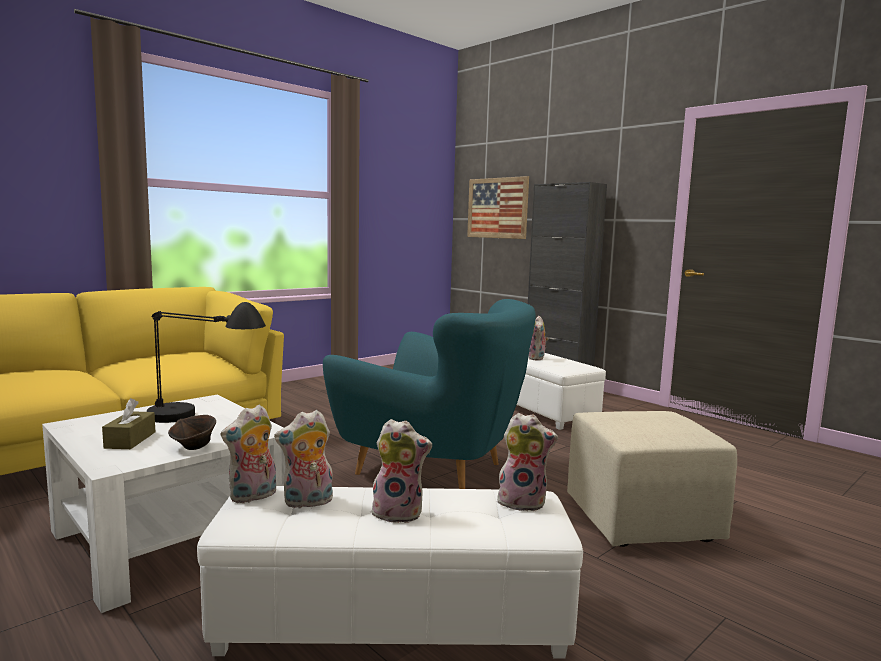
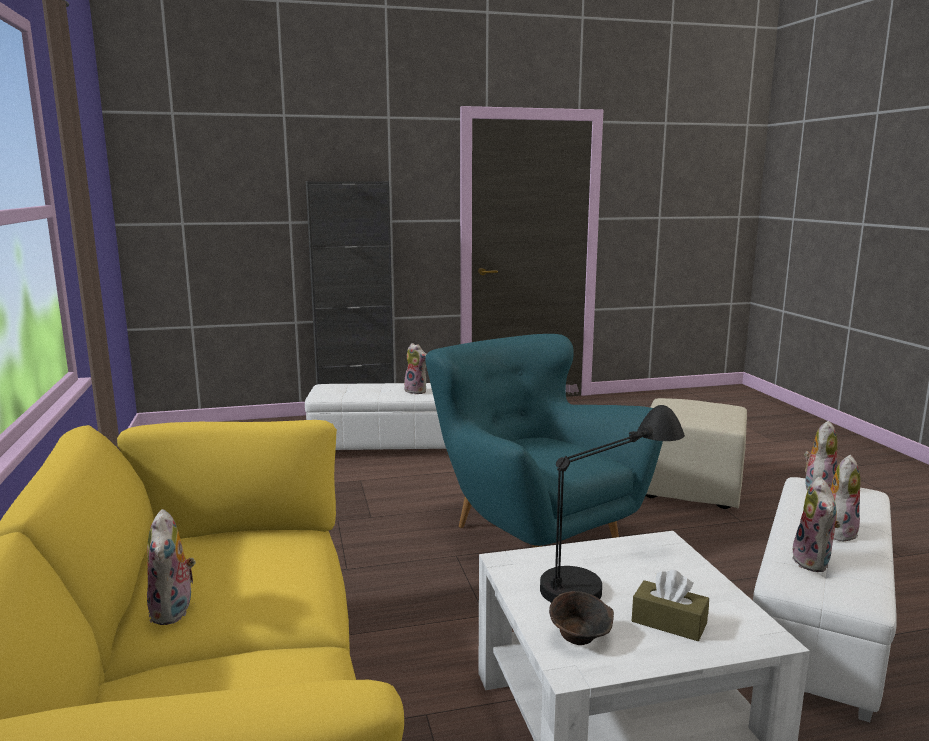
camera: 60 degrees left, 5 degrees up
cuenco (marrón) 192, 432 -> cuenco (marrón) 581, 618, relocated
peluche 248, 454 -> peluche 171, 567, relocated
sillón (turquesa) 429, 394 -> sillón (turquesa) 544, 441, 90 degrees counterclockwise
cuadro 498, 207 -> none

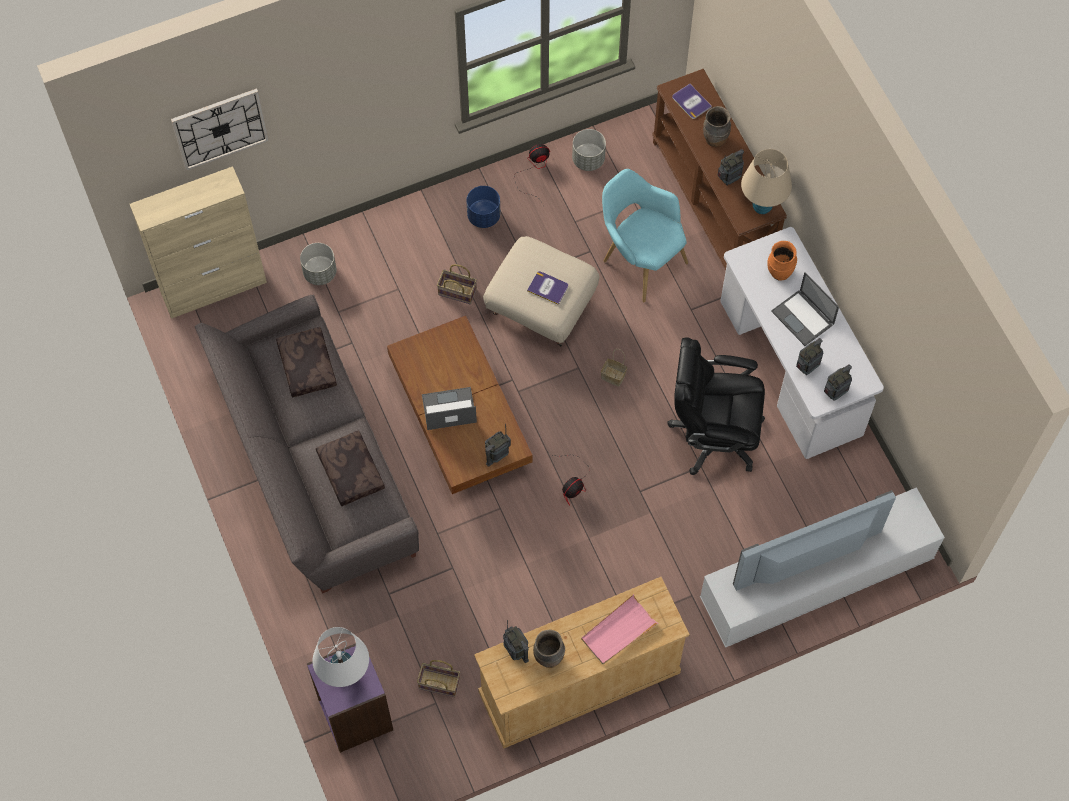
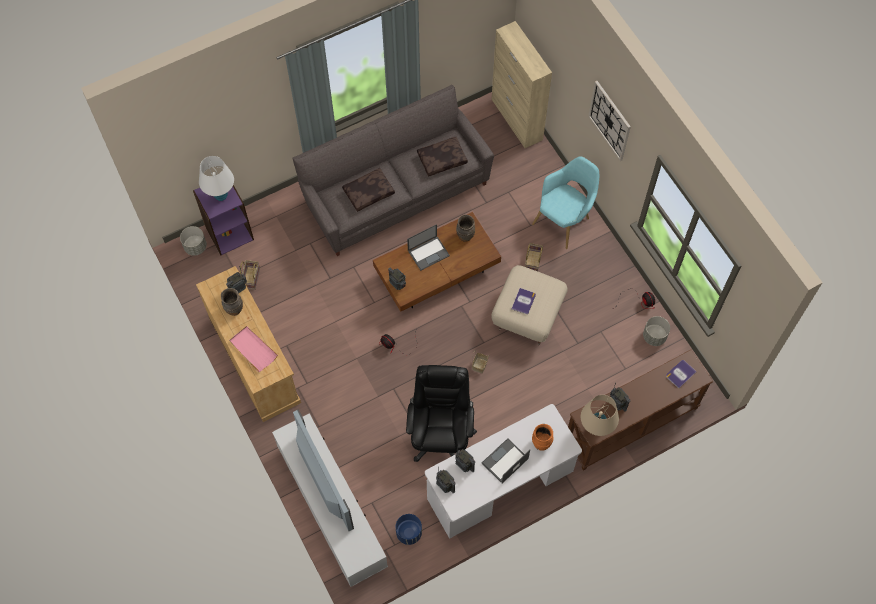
camera: 85 degrees right, 0 degrees up
reloj de pared 220, 129 -> reloj de pared 609, 121, relocated
maceta (gris) 318, 264 -> maceta (gris) 193, 241, relocated
portátil 449, 408 -> portátil 428, 247, 75 degrees clockwise
maceta (azul) 483, 207 -> maceta (azul) 409, 529, relocated
sillón (turquesa) 645, 235 -> sillón (turquesa) 565, 202, relocated
florero (marrón) 717, 126 -> florero (marrón) 465, 228, relocated

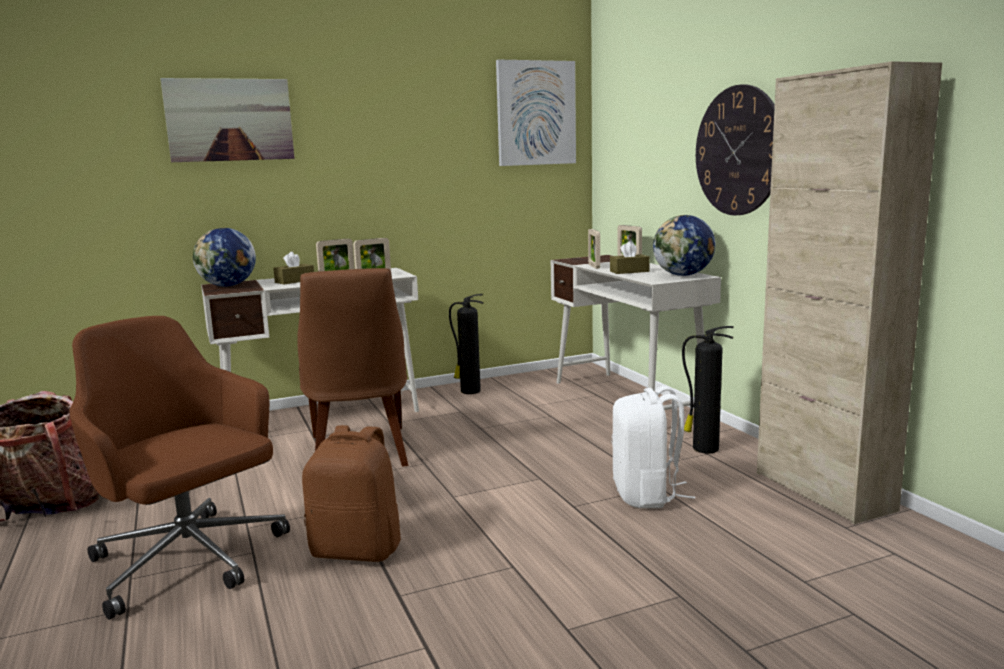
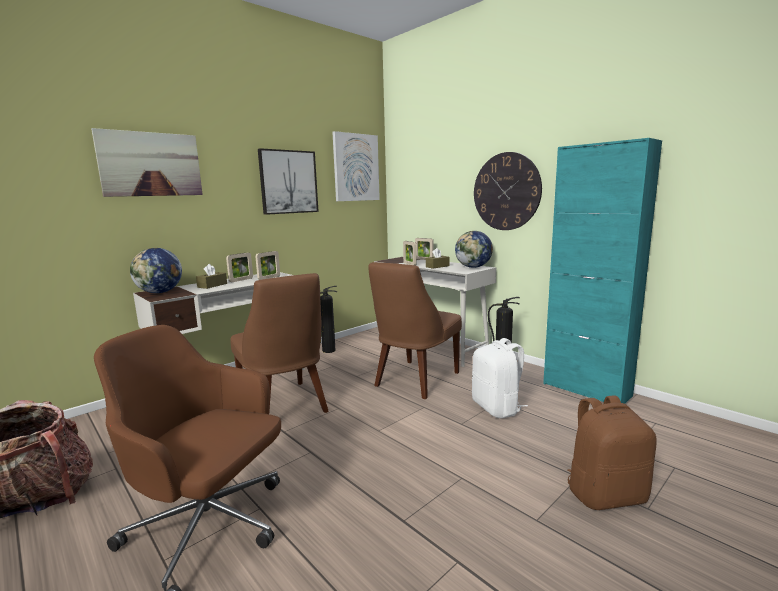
camera: 20 degrees left, 0 degrees up
mochila (marrón) 351, 493 -> mochila (marrón) 612, 453, relocated
armario (beis) 849, 292 -> armario (turquesa) 602, 271
none -> cuadro 288, 181
none -> silla (marrón) 415, 330

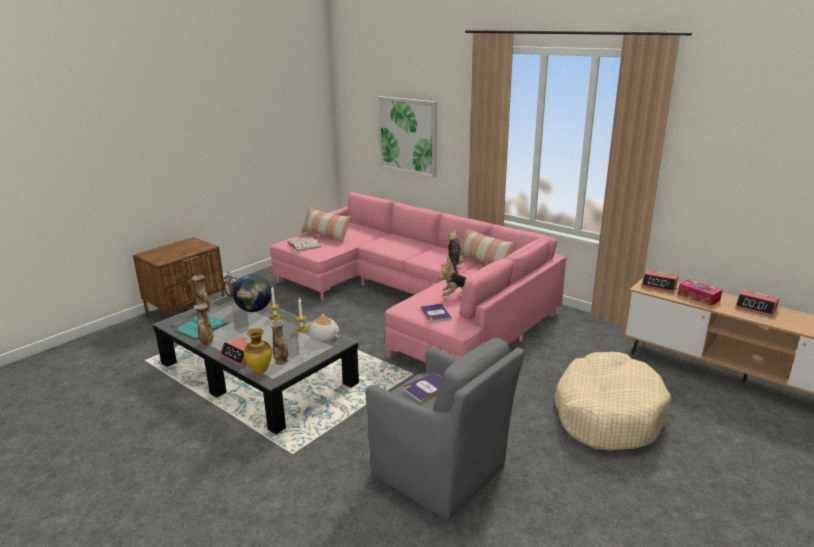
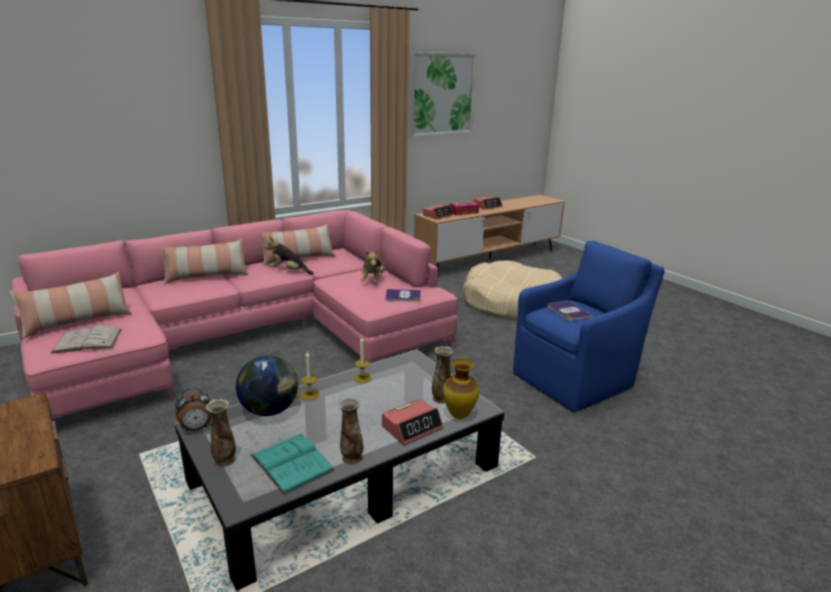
camera: 75 degrees left, 0 degrees up
peluche 322, 327 -> none
sillón (gris) 445, 429 -> sillón (azul) 589, 326
cuadro 407, 137 -> cuadro 443, 94, relocated
none -> cojín 204, 261

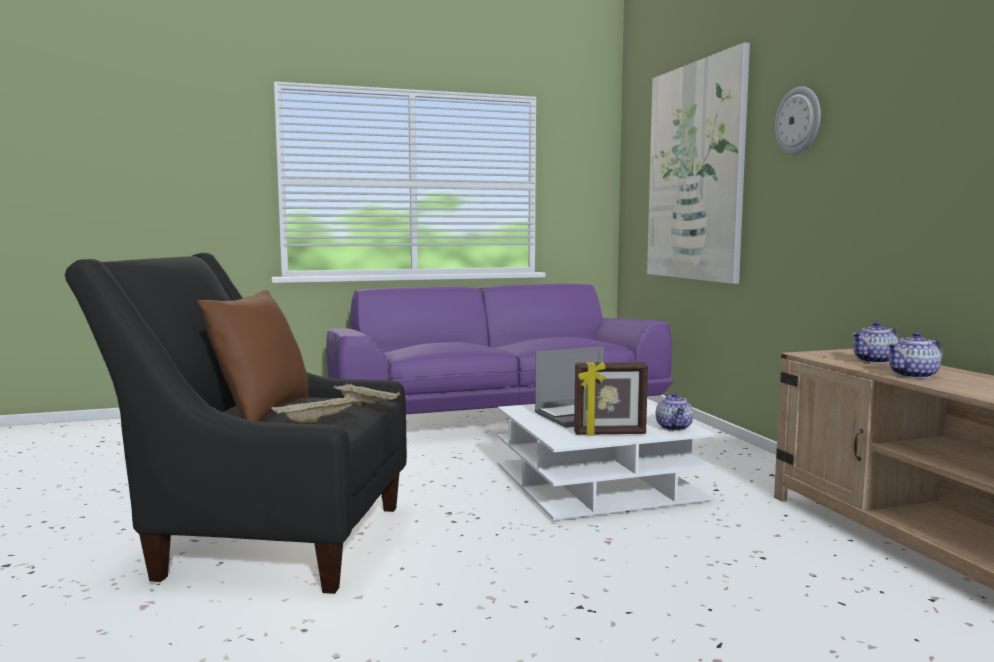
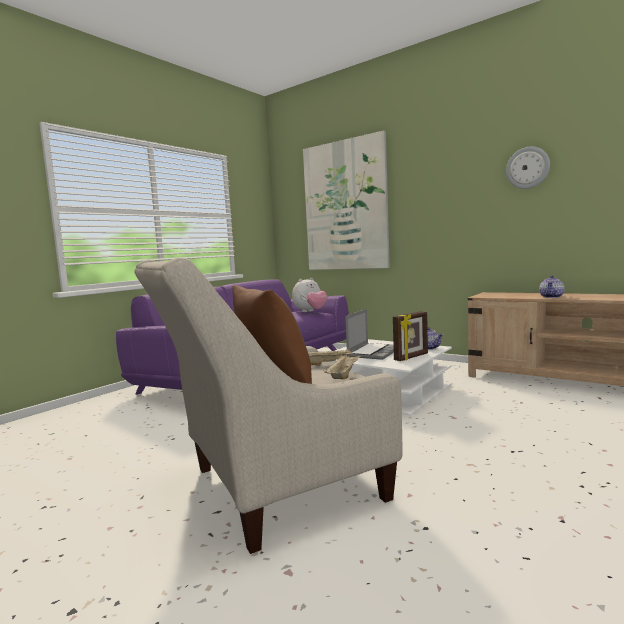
camera: 35 degrees left, 0 degrees up
sillón (negro) 235, 423 -> sillón (beis) 268, 406
reloj de pared 798, 120 -> reloj de pared 528, 168, relocated
tetera 875, 343 -> none
none -> peluche 310, 295

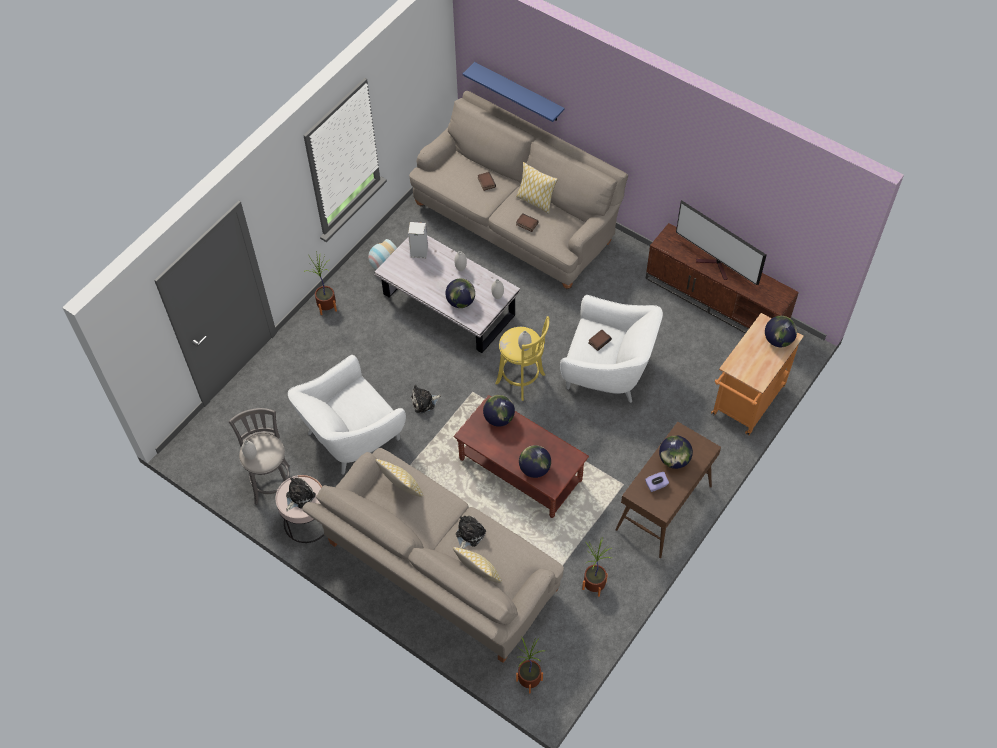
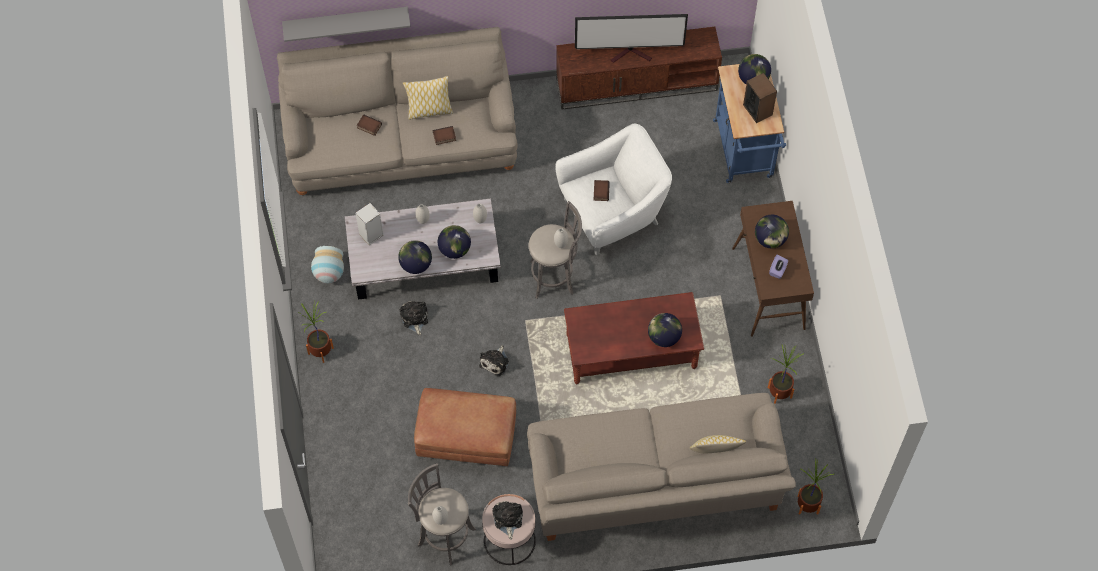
camera: 45 degrees left, 5 degrees up
sillón (blanco) 347, 415 -> puf (marrón) 465, 427
cojín 399, 478 -> none
peluche 471, 532 -> peluche 413, 318, relocated
estante (azul) 514, 92 -> estante (gris) 346, 24
globo terráqueo 499, 411 -> globo terráqueo 415, 257, relocated
taburete (amarillo) 522, 358 -> taburete (gris) 555, 250
carrito (naranja) 757, 374 -> carrito (azul) 749, 123
none -> altavoz 760, 98

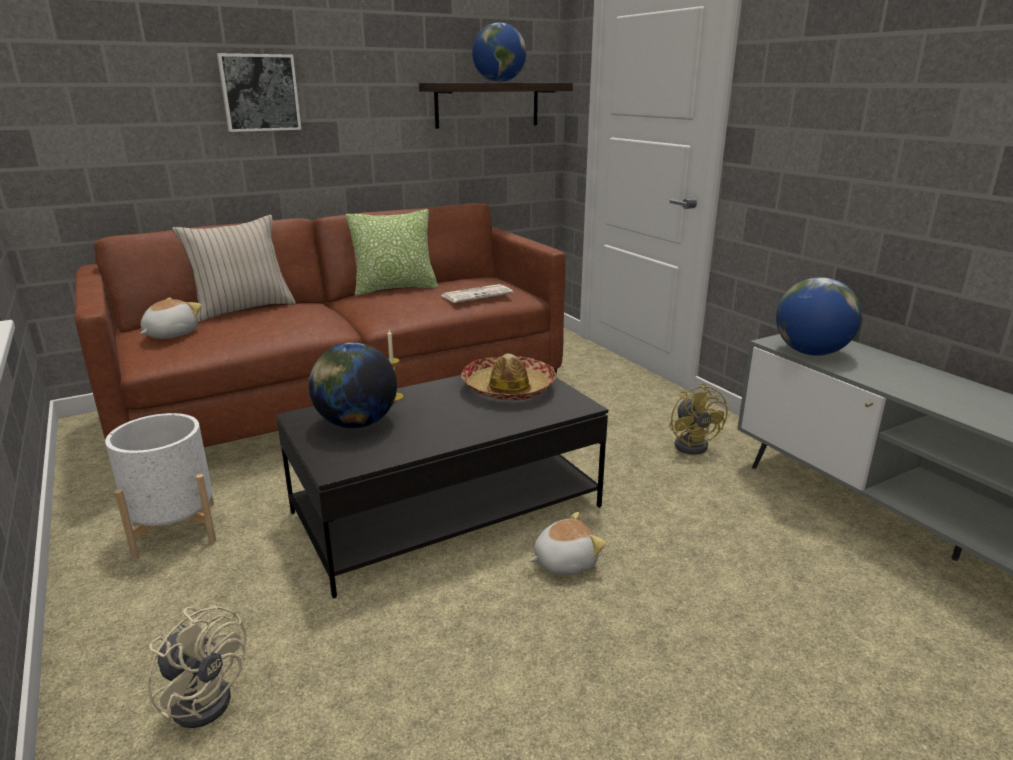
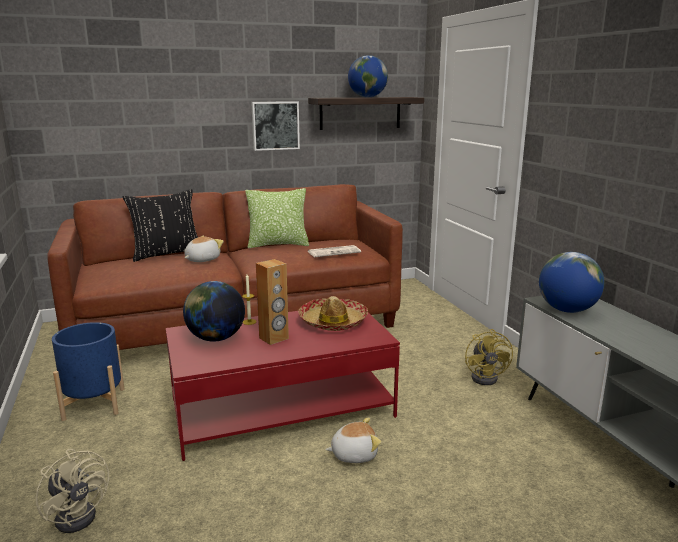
camera: 10 degrees right, 5 degrees down
maceta (blanco) 160, 486 -> maceta (azul) 88, 371
peluche 170, 318 -> peluche 204, 249, relocated
cojín (beis) 234, 268 -> cojín (negro) 160, 225
cuadro 259, 92 -> cuadro 275, 126, relocated
mesa de centro (negro) 442, 486 -> mesa de centro (rojo) 283, 386
none -> altavoz (marrón) 272, 302

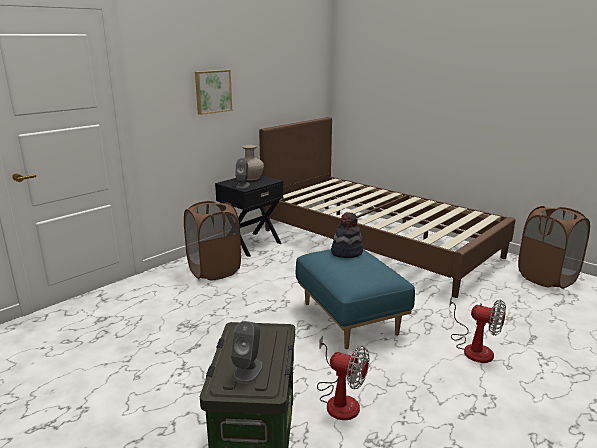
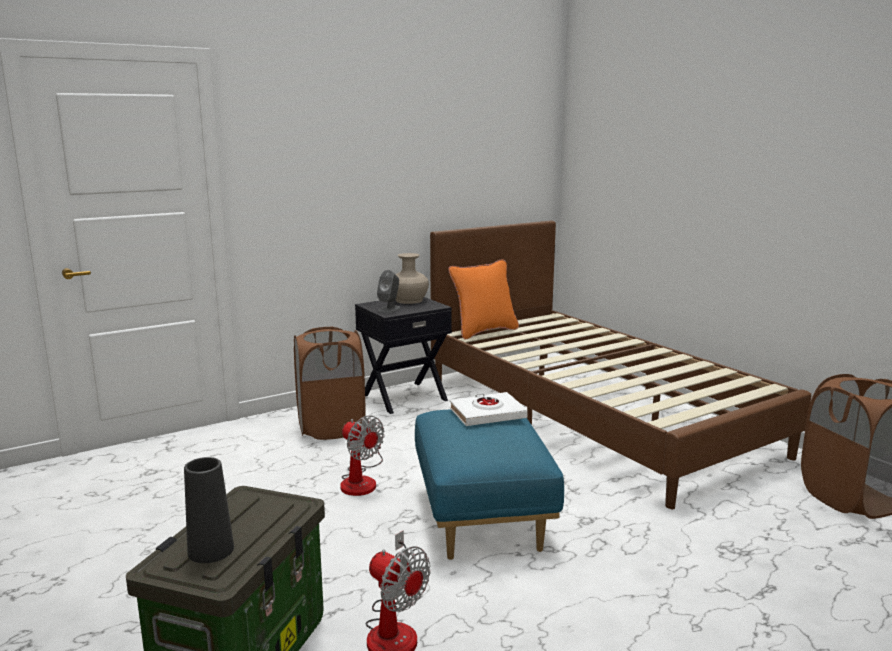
camera: 15 degrees right, 5 degrees down
cuadro 213, 92 -> none
altavoz (gris) 247, 352 -> florero (negro) 209, 510
sombrero 347, 235 -> libro (blanco) 489, 409
ventilador 477, 330 -> ventilador 362, 456, relocated
none -> cojín (naranja) 483, 299

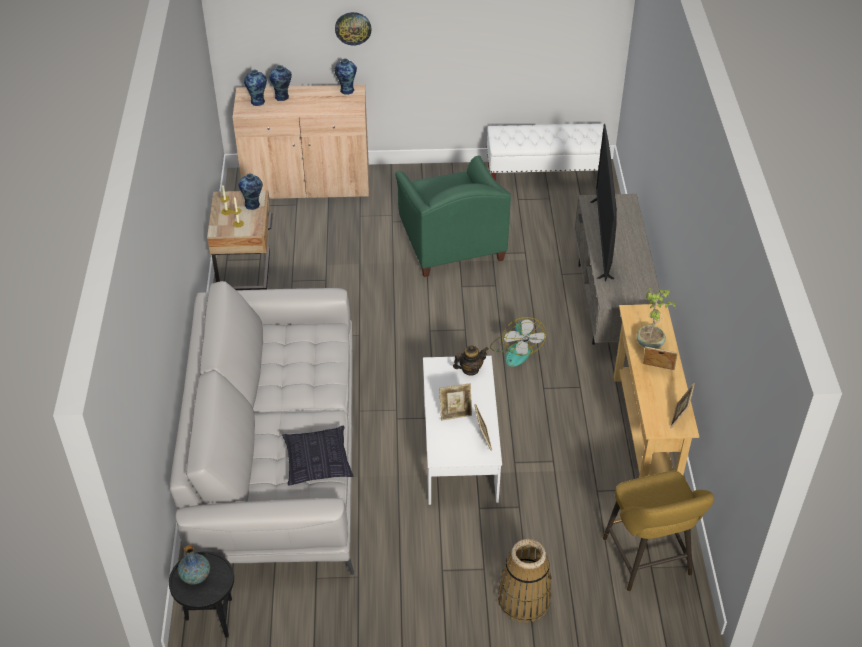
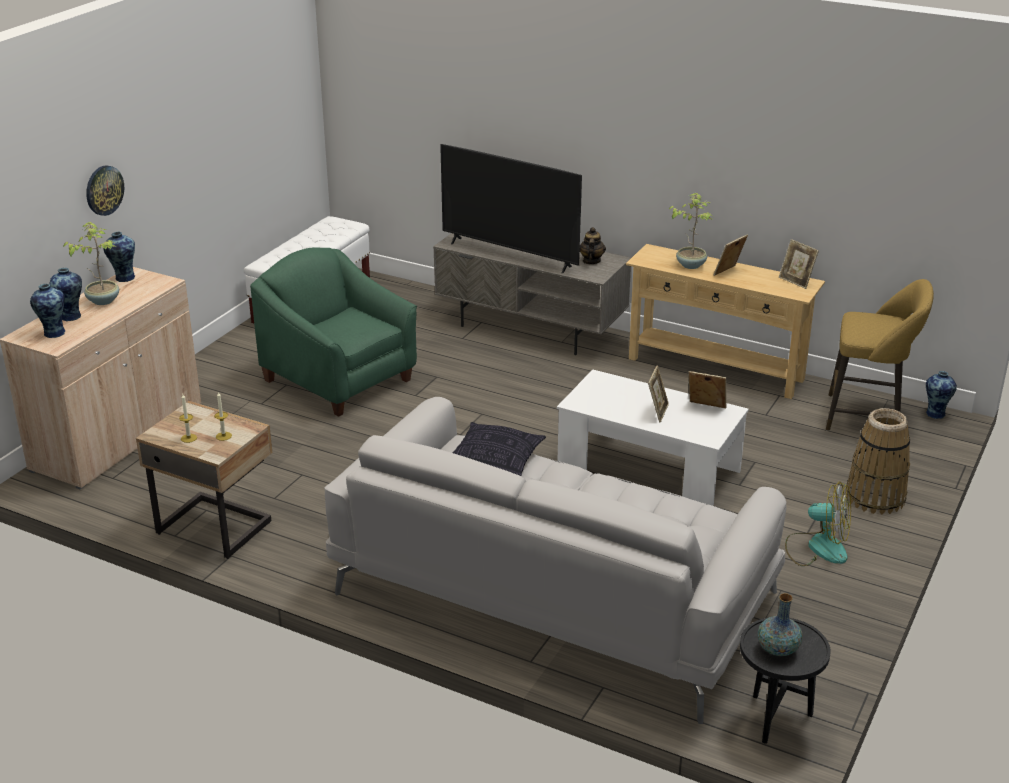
camera: 60 degrees left, 15 degrees down
florero 250, 192 -> florero 941, 395, relocated
cojín 317, 455 -> cojín 499, 449, relocated
sillón (verde) 453, 216 -> sillón (verde) 333, 332, 150 degrees counterclockwise
tetera 471, 360 -> tetera 593, 245, relocated
ventilador 518, 342 -> ventilador 818, 524, relocated
none -> planta en maceta 91, 263

